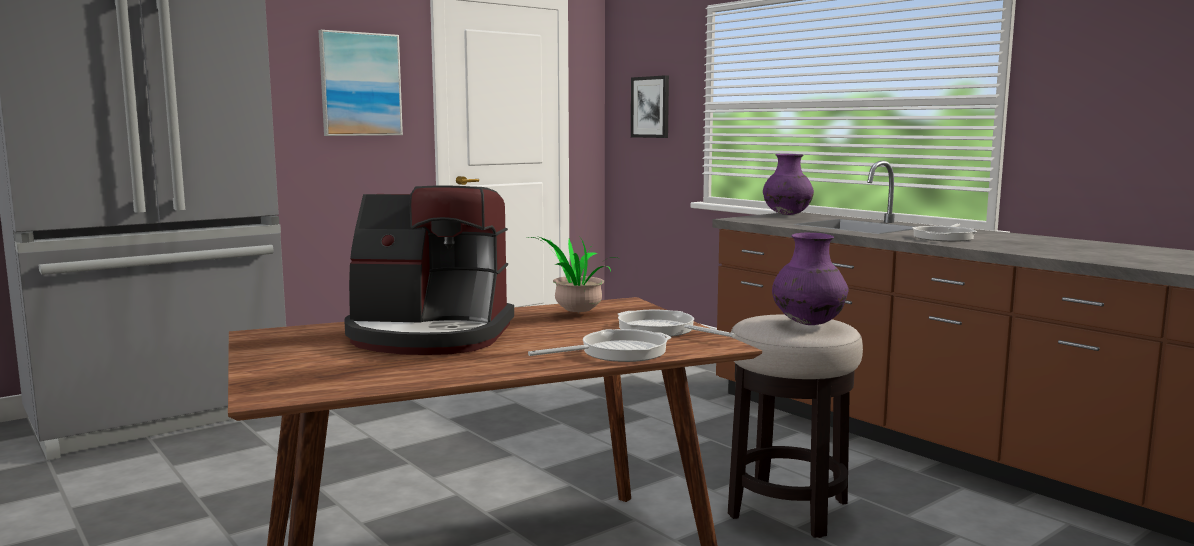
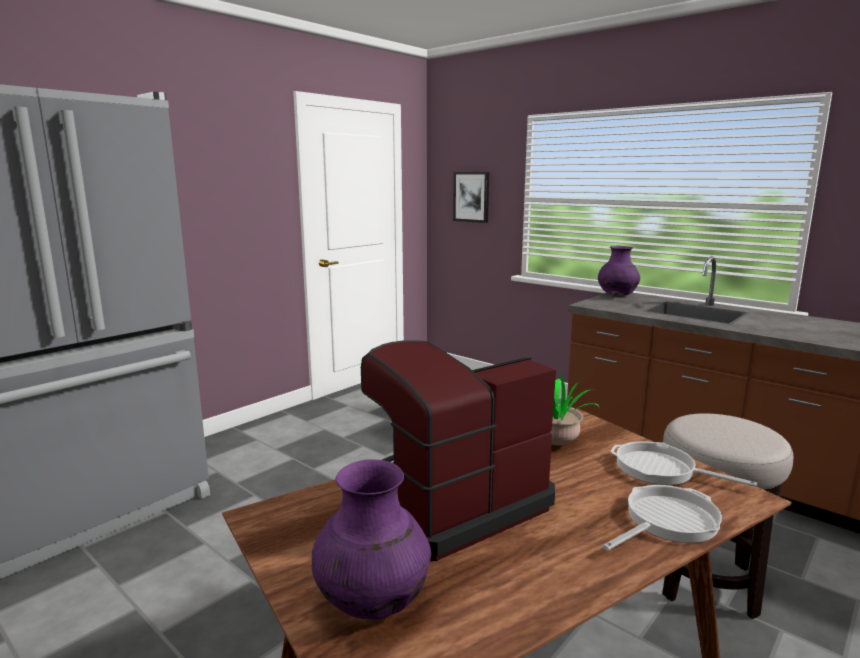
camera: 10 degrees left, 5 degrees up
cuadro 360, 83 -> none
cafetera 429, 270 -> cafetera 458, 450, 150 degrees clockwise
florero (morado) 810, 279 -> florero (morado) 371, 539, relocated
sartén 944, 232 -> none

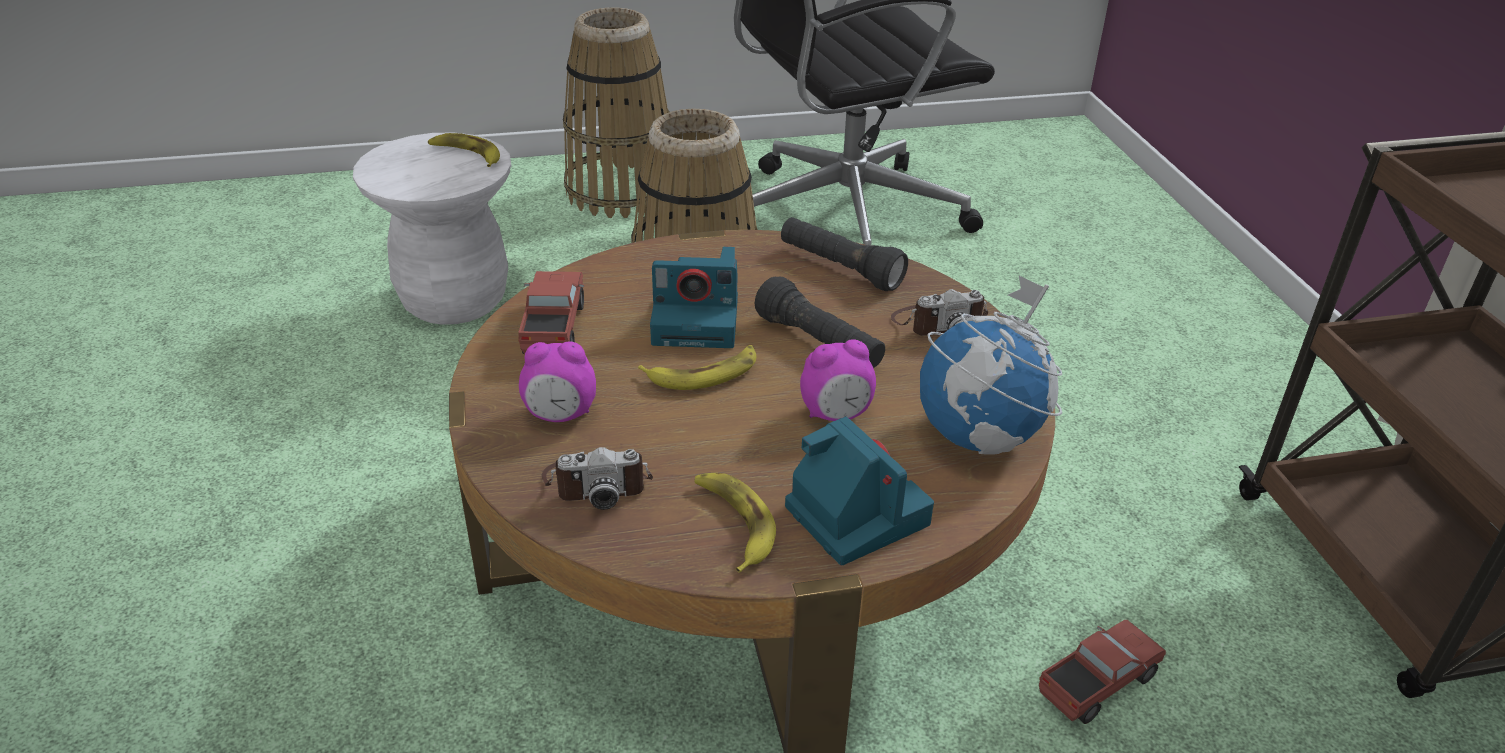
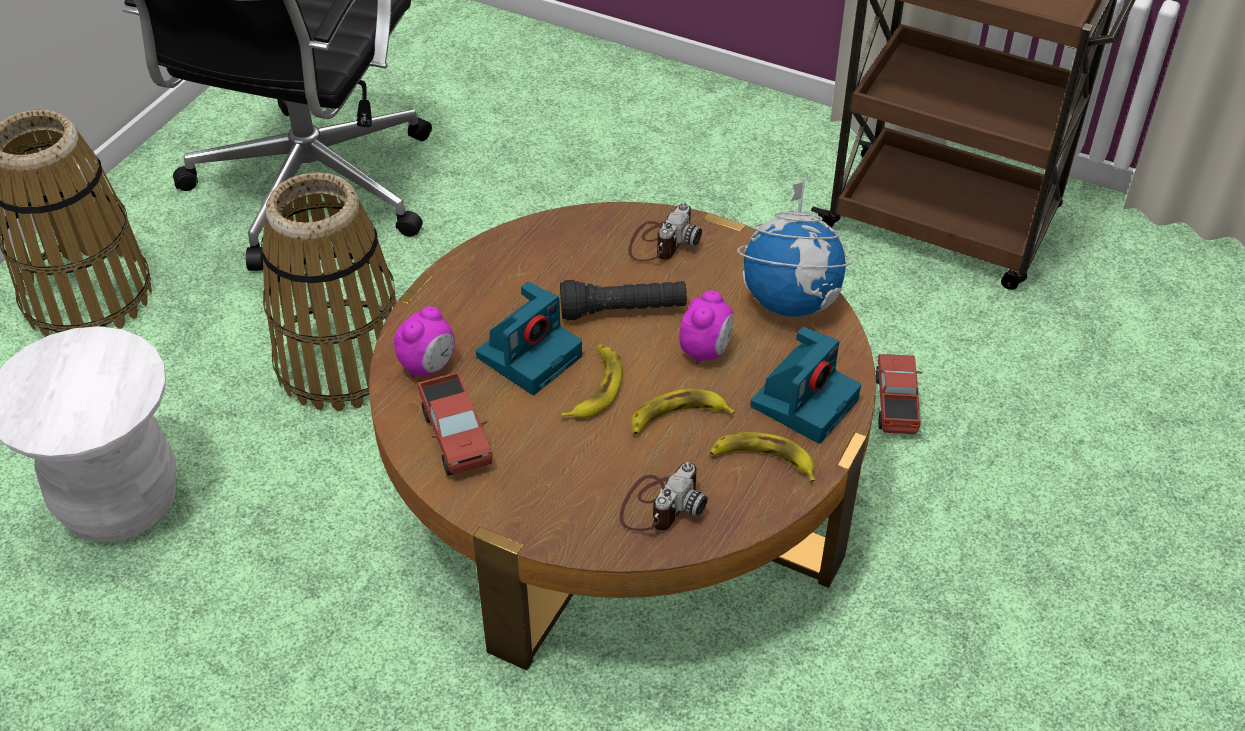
camera: 50 degrees left, 10 degrees up
plátano 464, 150 -> plátano 683, 411, relocated
camión de juguete 551, 312 -> camión de juguete 455, 424, 150 degrees counterclockwise
despertador 557, 382 -> despertador 424, 342, relocated
linterna (negro) 844, 254 -> none
cámara 859, 490 -> cámara 805, 384, 120 degrees clockwise

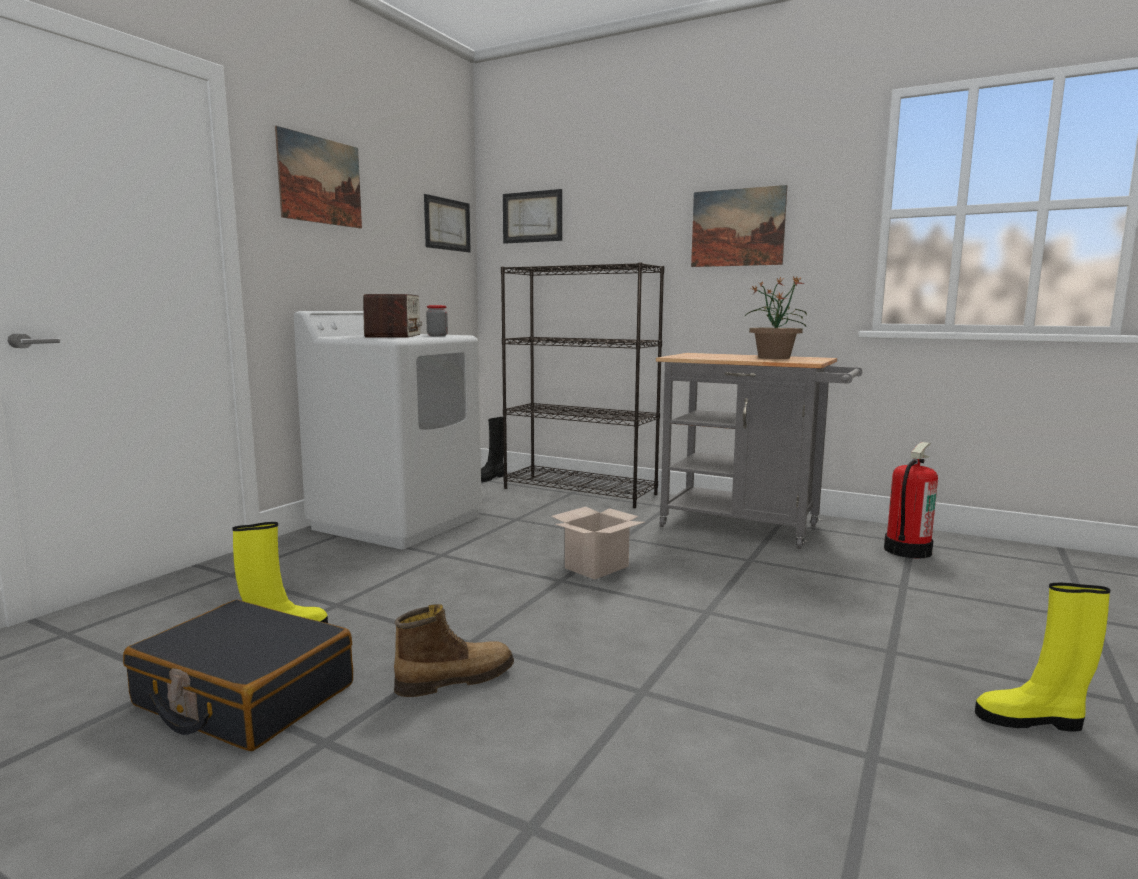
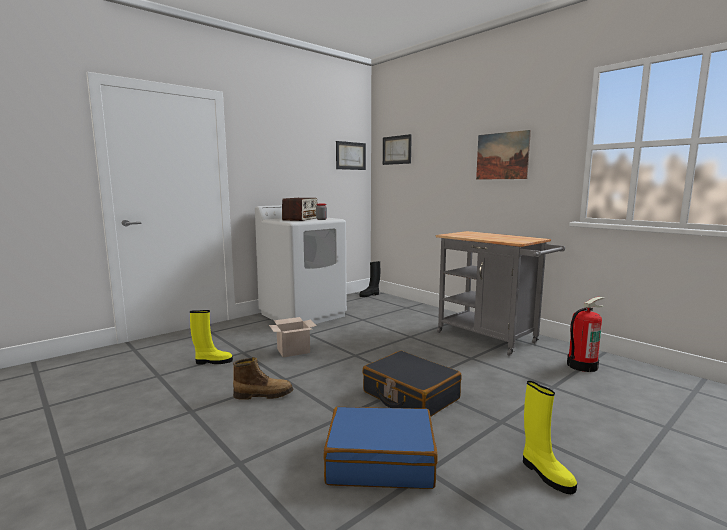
camera: 20 degrees right, 0 degrees up
maleta (negro) 238, 675 -> maleta (negro) 412, 383, relocated
cuadro 318, 177 -> none
estantería (negro) 582, 385 -> none
caja de cartón 598, 543 -> caja de cartón 293, 337, relocated
planta en maceta 775, 318 -> none
bota (amarillo) 1042, 657 -> bota (amarillo) 550, 437, 150 degrees counterclockwise
none -> maleta (azul) 381, 448

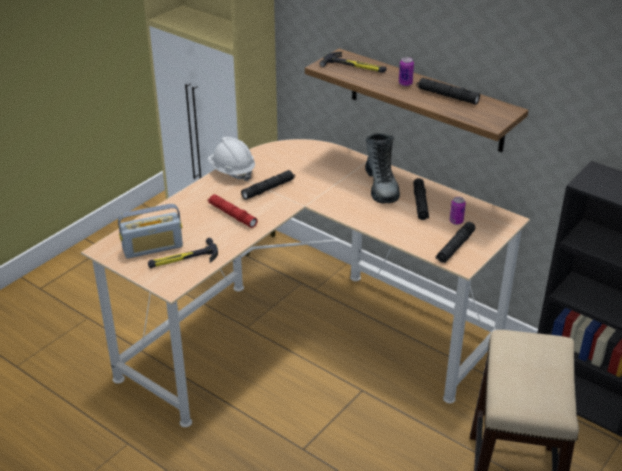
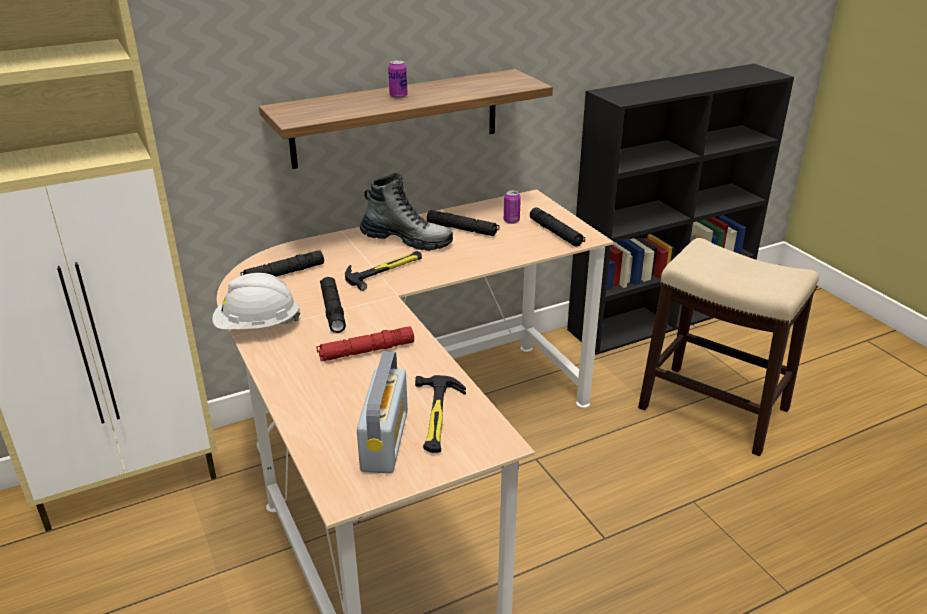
camera: 65 degrees left, 5 degrees down
martillo 353, 62 -> martillo 383, 271, relocated
linterna (negro) 448, 91 -> linterna (negro) 282, 263, relocated

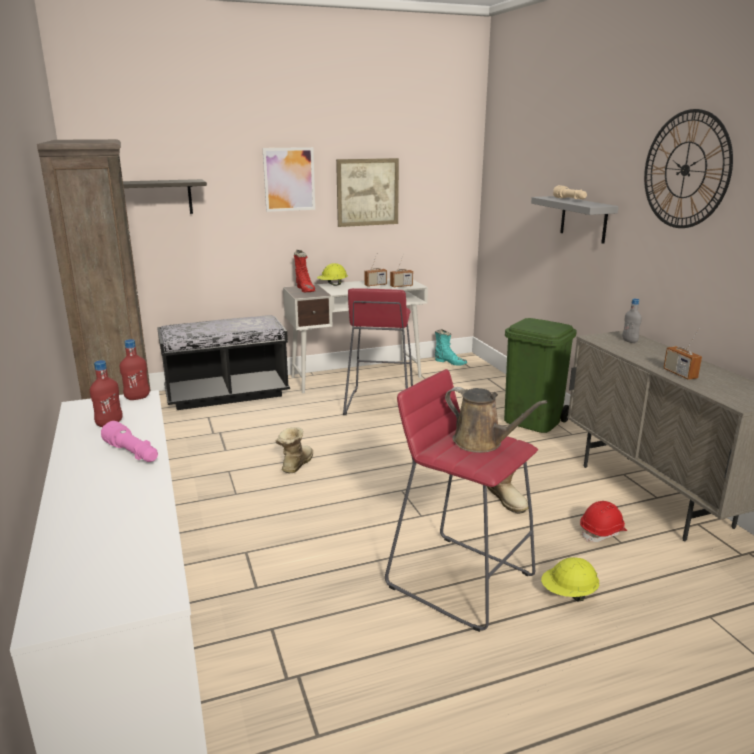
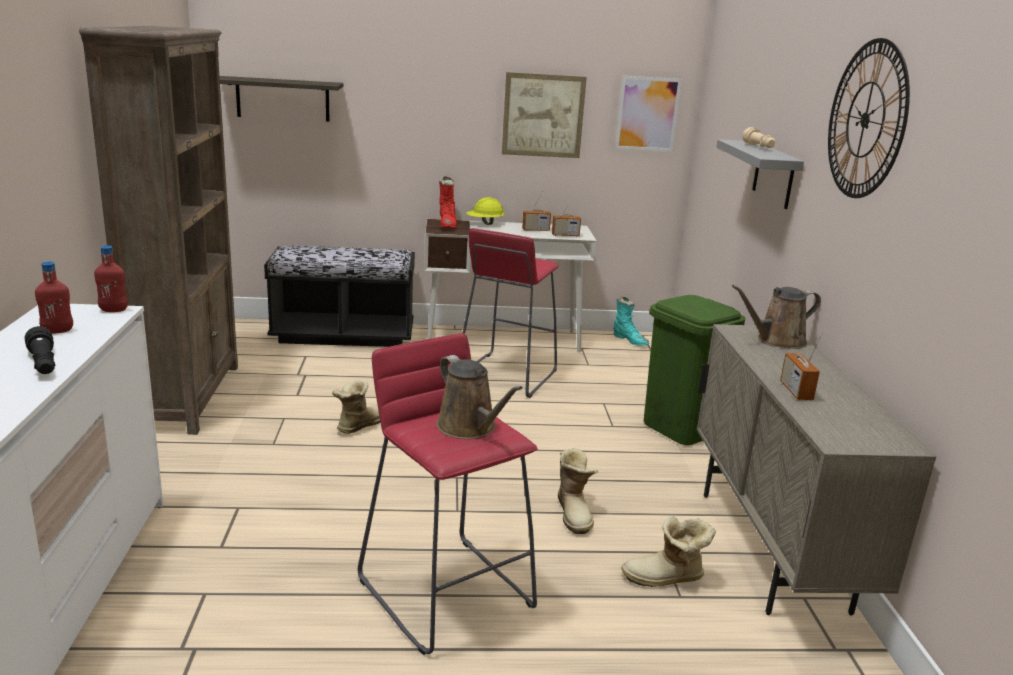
camera: 15 degrees right, 0 degrees up
linterna (rosa) 129, 441 -> linterna (negro) 40, 350
cuadro 288, 179 -> cuadro 648, 114, relocated
casco (amarillo) 570, 579 -> none
casco (rojo) 603, 521 -> bota 668, 551
botella (gris) 632, 321 -> regadera (marrón) 776, 317

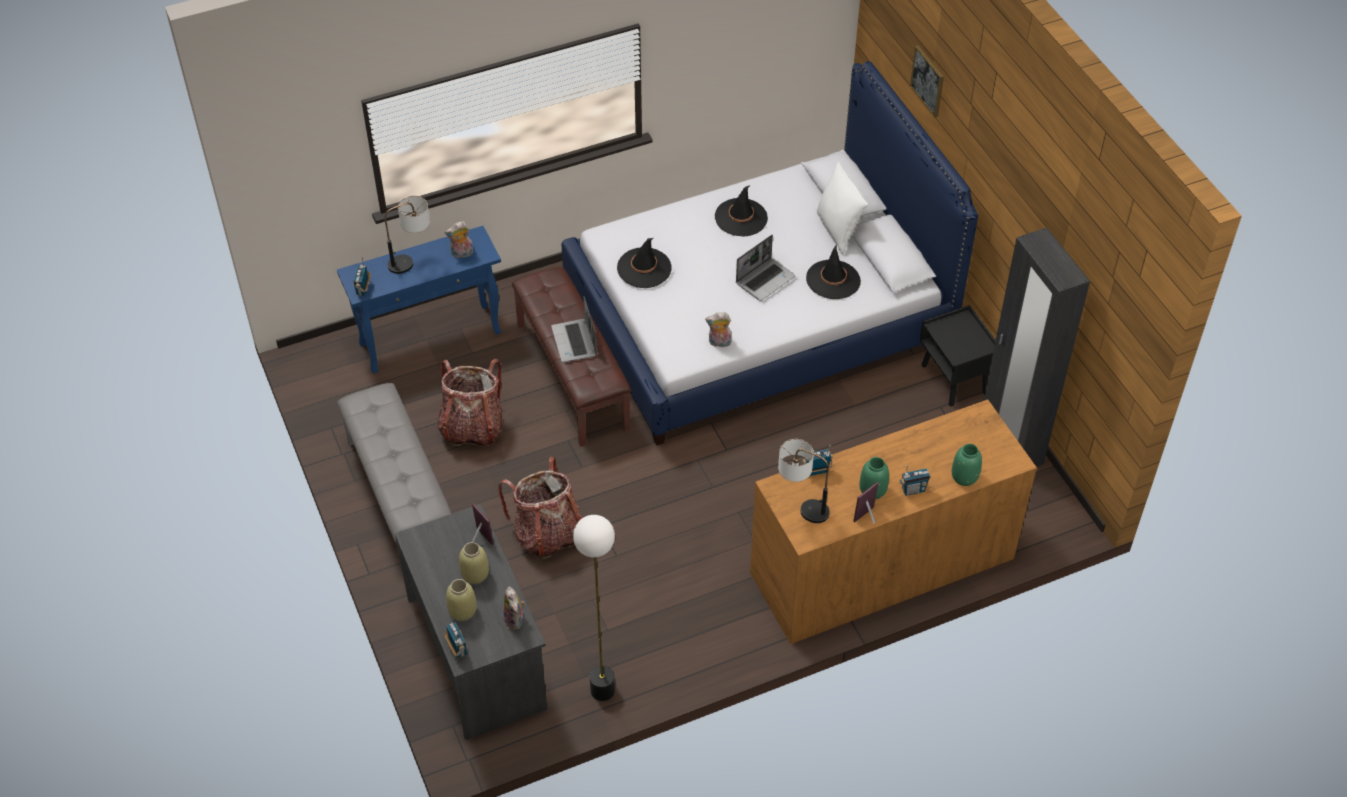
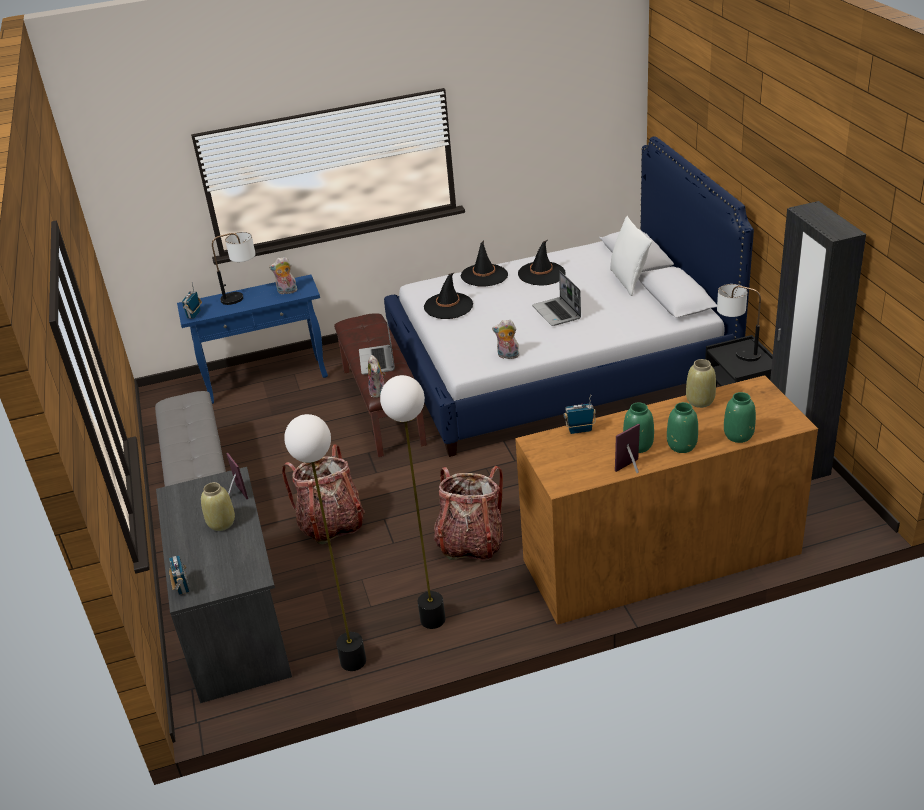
camera: 10 degrees right, 15 degrees down
mochila 470, 402 -> mochila 468, 513, relocated
florero (beis) 461, 600 -> florero (beis) 701, 383, relocated
peluche 514, 608 -> peluche 377, 376, relocated
portátil 765, 268 -> portátil 556, 298, 105 degrees clockwise
lámpara de mesa 804, 481 -> lámpara de mesa 739, 322, relocated
sombrero (negro) 833, 271 -> sombrero (negro) 484, 263, relocated
radio 915, 480 -> florero (verde) 682, 427
cuadro 927, 81 -> none
none -> lámpara de pie 413, 502

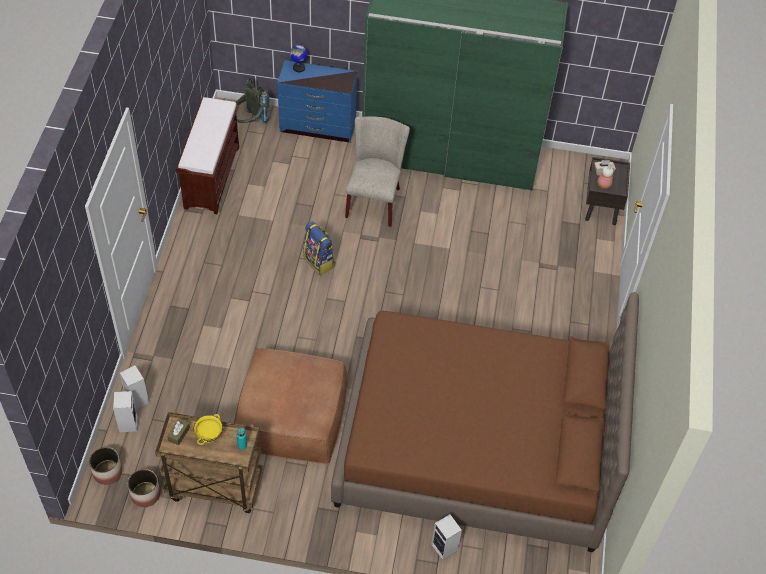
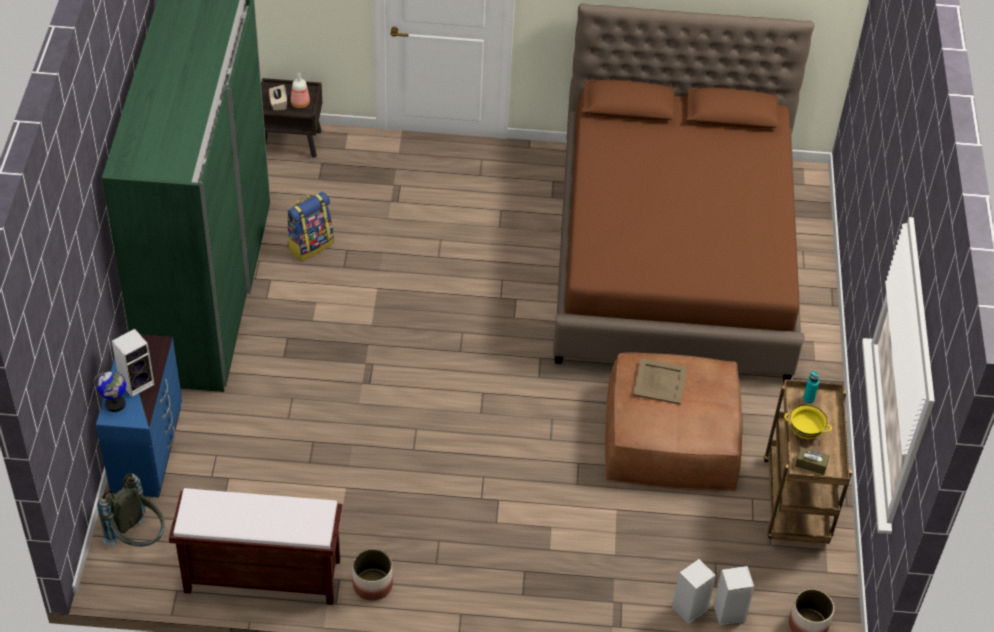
camera: 95 degrees left, 5 degrees down
maceta 143, 488 -> maceta 372, 575, relocated
mochila 319, 248 -> mochila 310, 226, relocated
silla (beis) 377, 172 -> none
altavoz 446, 537 -> altavoz 133, 363, relocated
none -> bandeja (beis) 660, 382

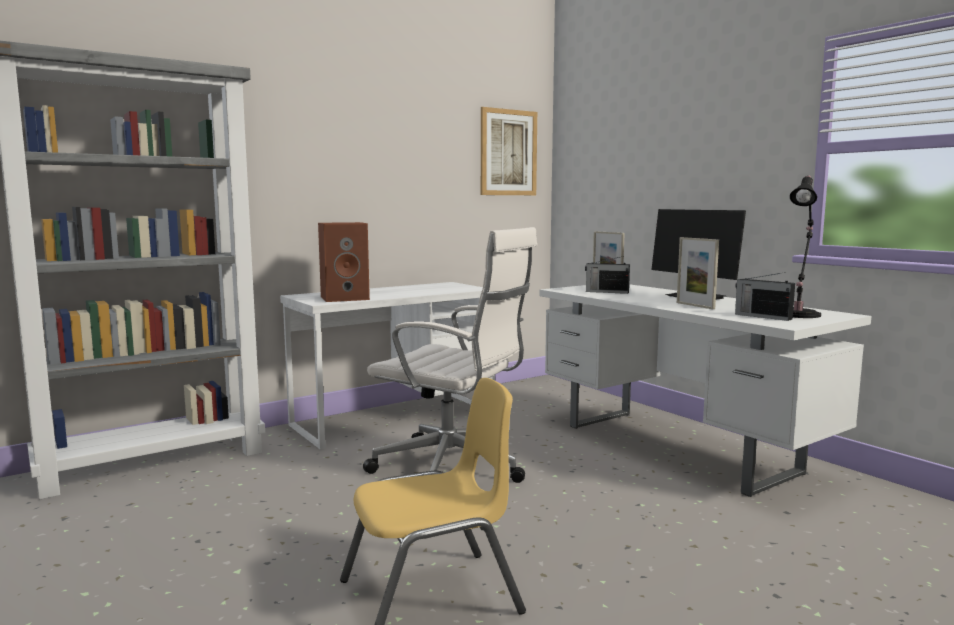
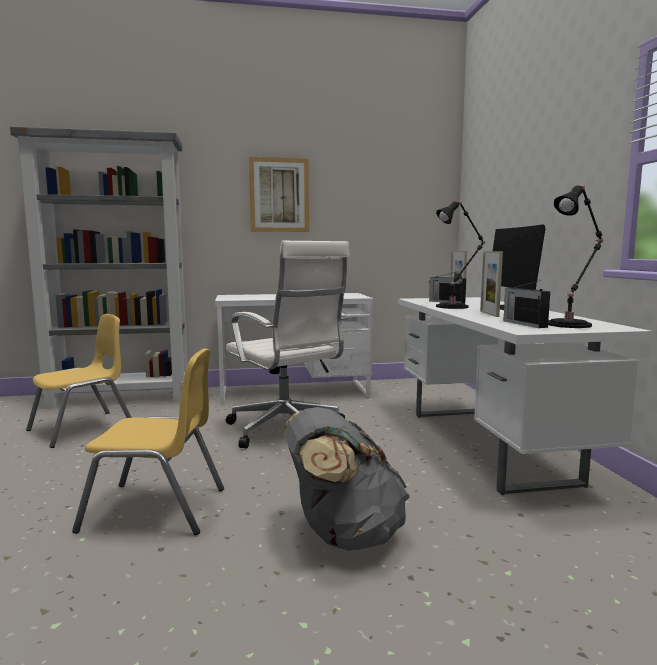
camera: 25 degrees right, 0 degrees up
altavoz (marrón) 344, 262 -> none
cuadro 509, 151 -> cuadro 279, 194, relocated
none -> silla (amarillo) 79, 381
none -> mochila (gris) 347, 479
none -> lámpara de mesa (negro) 460, 255

